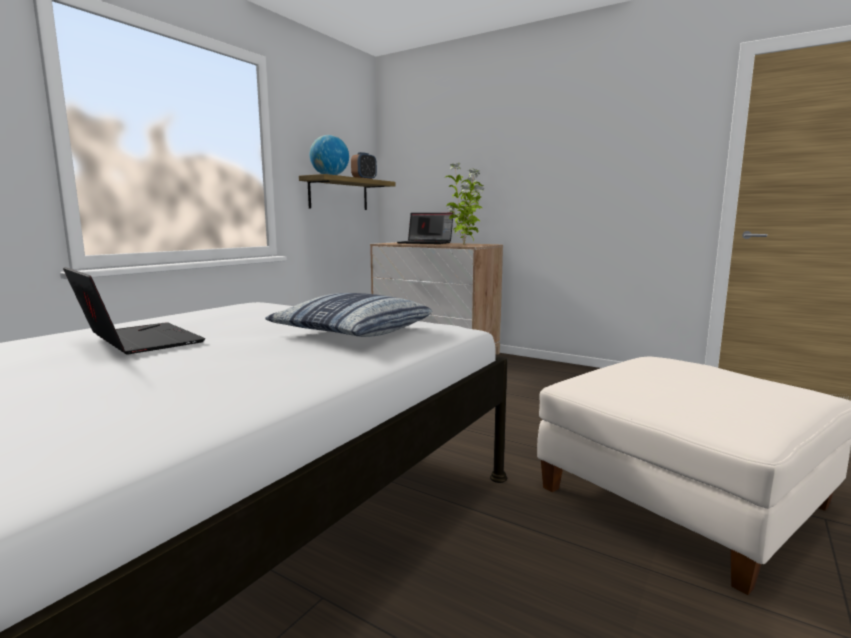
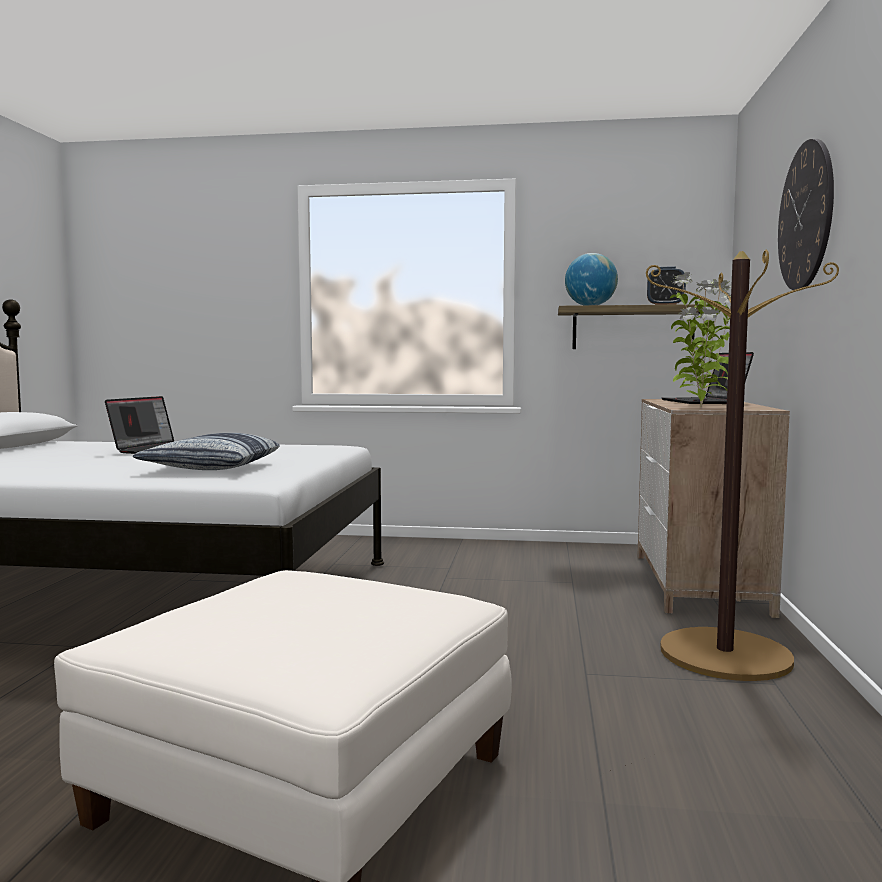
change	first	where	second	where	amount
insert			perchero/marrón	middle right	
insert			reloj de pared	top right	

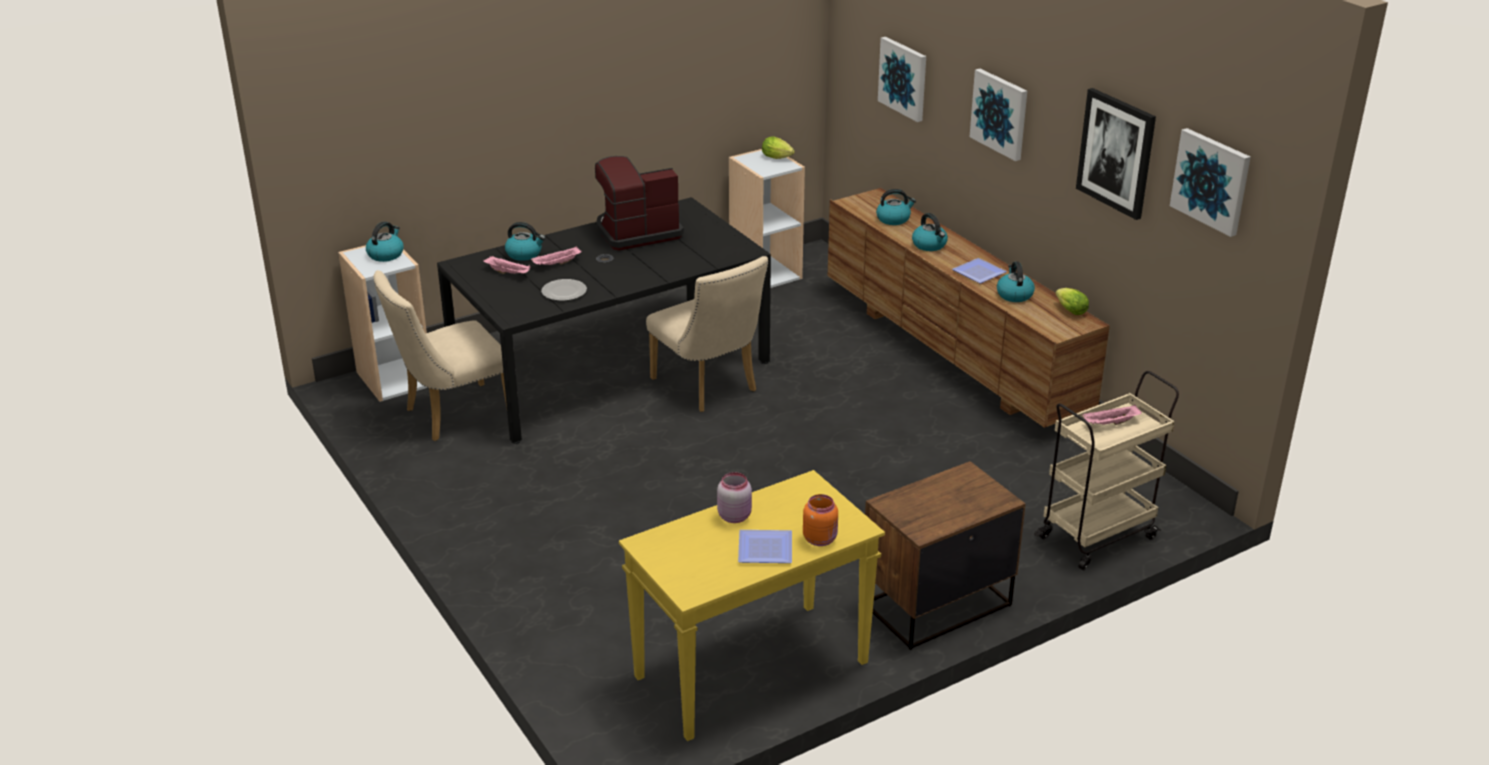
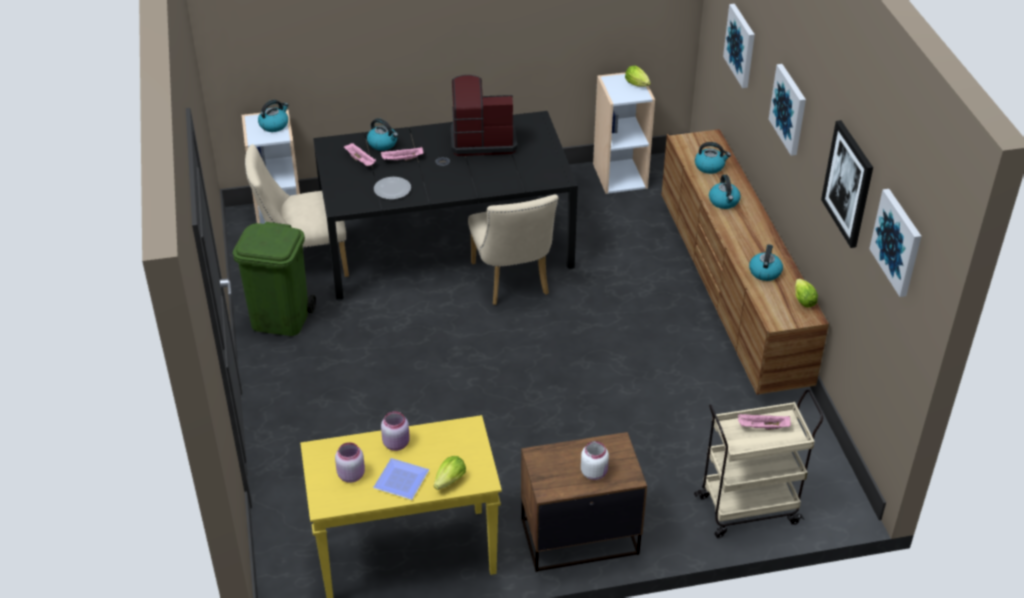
change	first	where	second	where	amount
replace	tarro/naranja	bottom centre	lechuga (1st from left)	bottom centre	
delete	plato (3rd from left)	centre			
insert			papelera/verde	middle left	
insert			tarro/rosa (1st from left)	bottom centre	
insert			tarro/blanco	bottom centre	

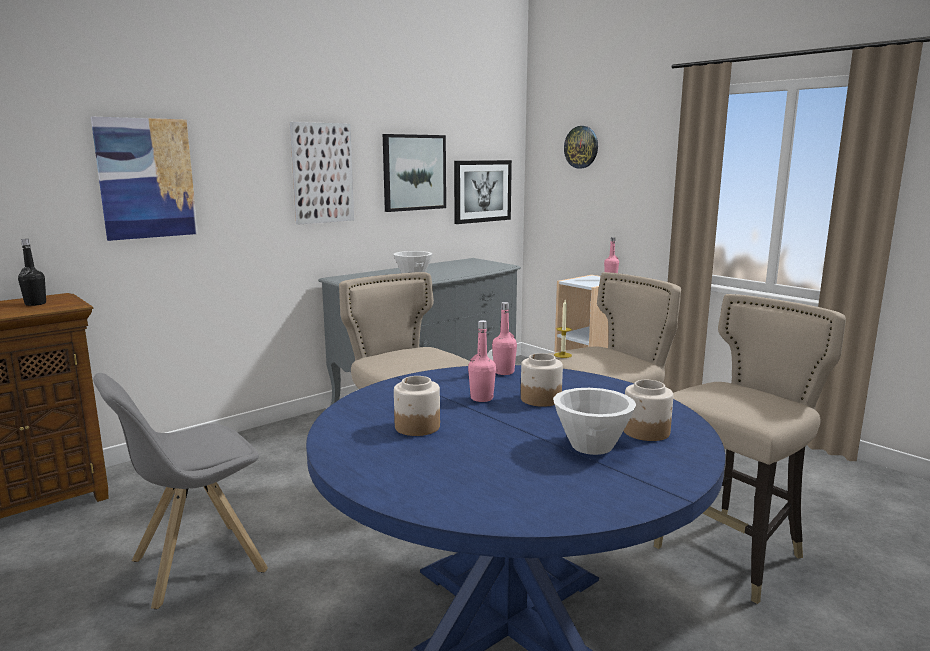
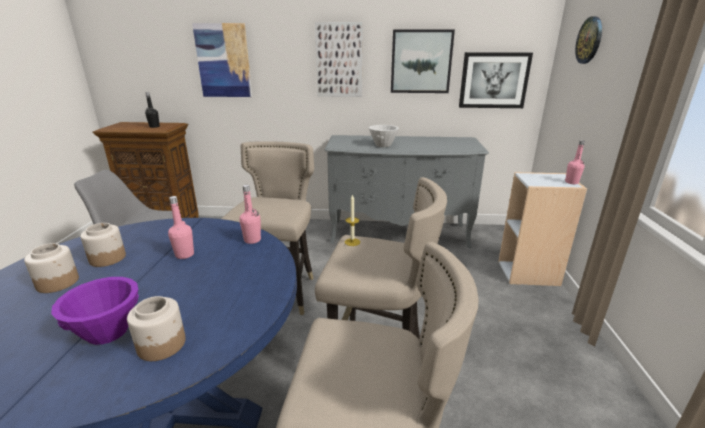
change	first	where	second	where	amount
move	tarro (2nd from left in the first image)	centre	tarro (1st from left)	middle left	
recolor	cuenco/blanco (2nd from left)	centre	cuenco/morado	bottom left	

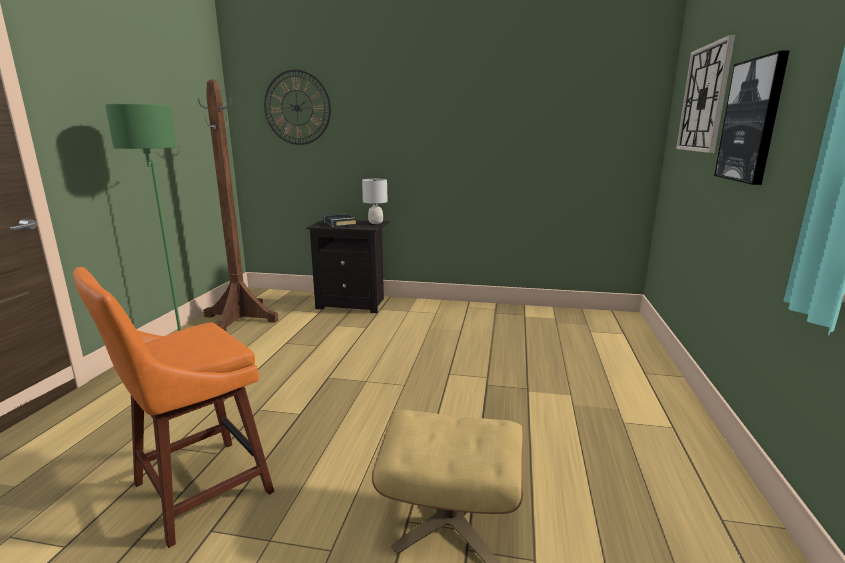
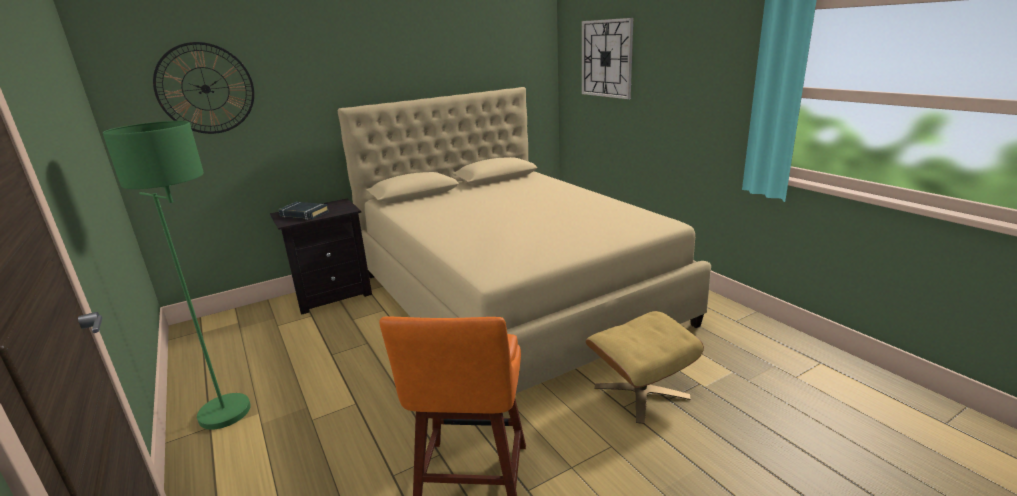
change	first	where	second	where	amount
delete	perchero/marrón	middle left			
delete	lámpara de mesa/gris	centre			
delete	cuadro	top right			
insert			cama/beis	centre	

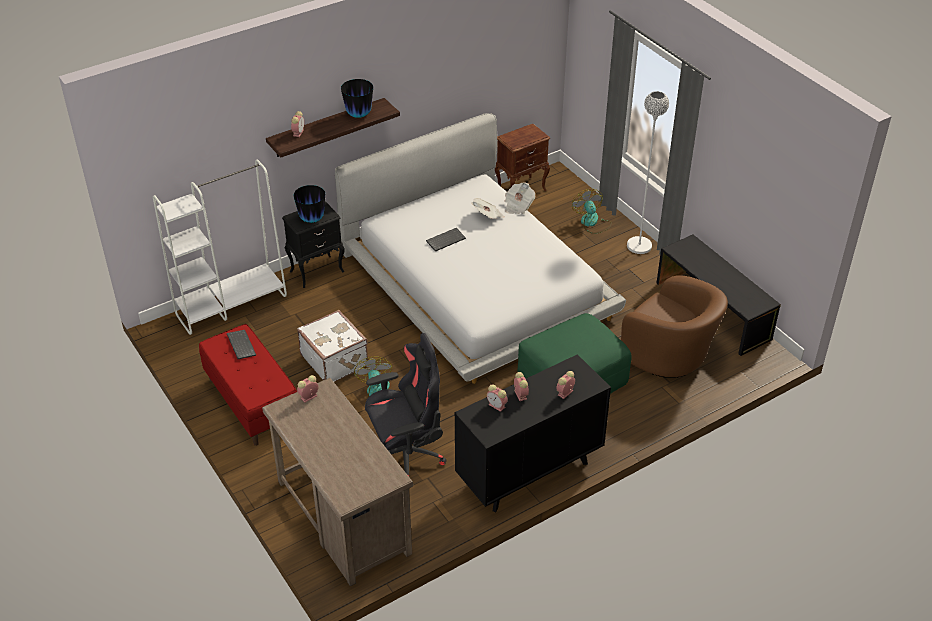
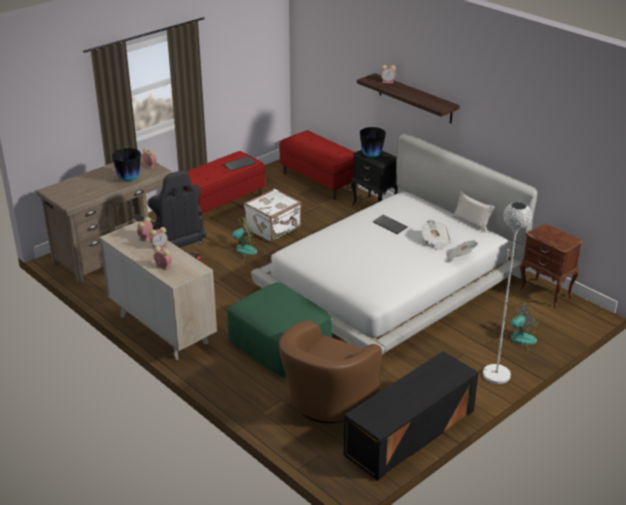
change	first	where	second	where	amount
replace	perchero/blanco	middle left	banco/rojo (2nd from left)	top centre	
move	florero (2nd from left in the first image)	top centre	florero (1st from left)	top left	
recolor	cómoda/negro	bottom centre	cómoda/blanco	middle left	
insert			cojín/blanco	middle right	

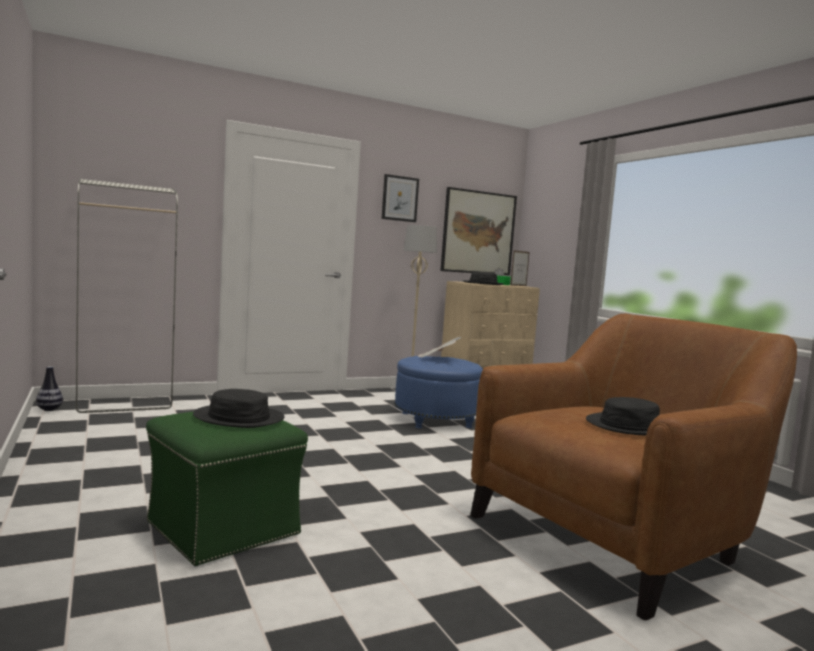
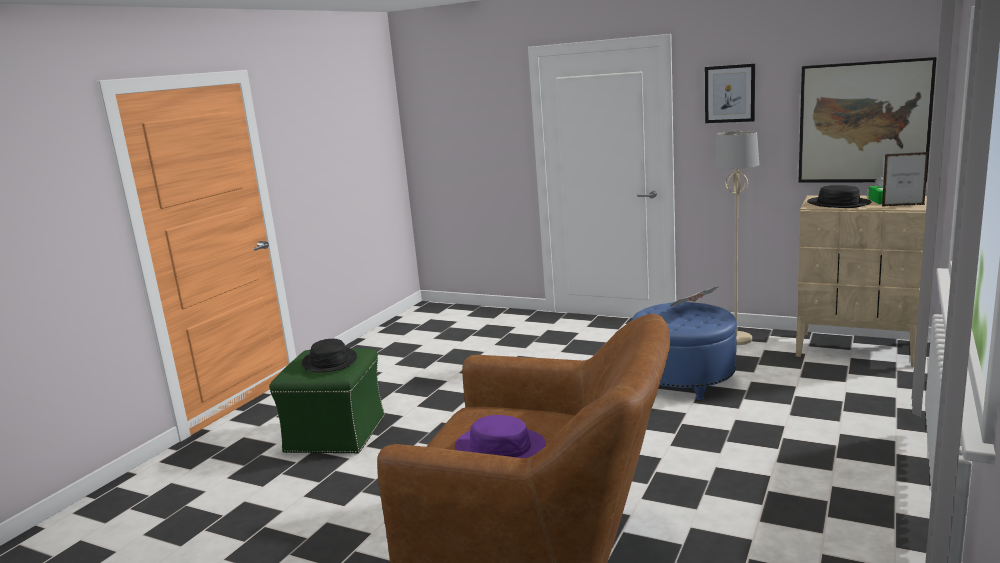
change	first	where	second	where	amount
delete	florero	middle left			
delete	perchero/gris	middle left			
recolor	sombrero/negro (3rd from left)	middle right	sombrero/morado	bottom centre	

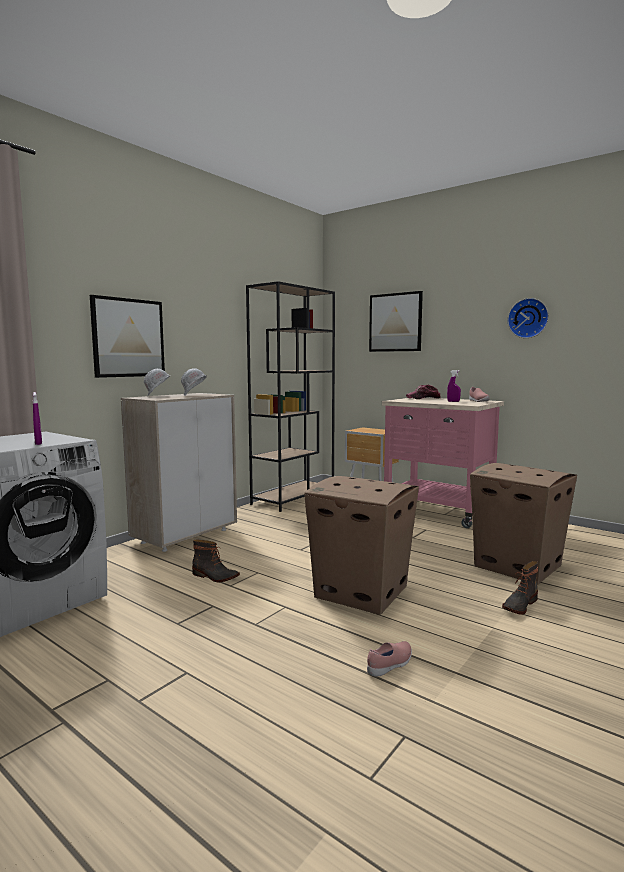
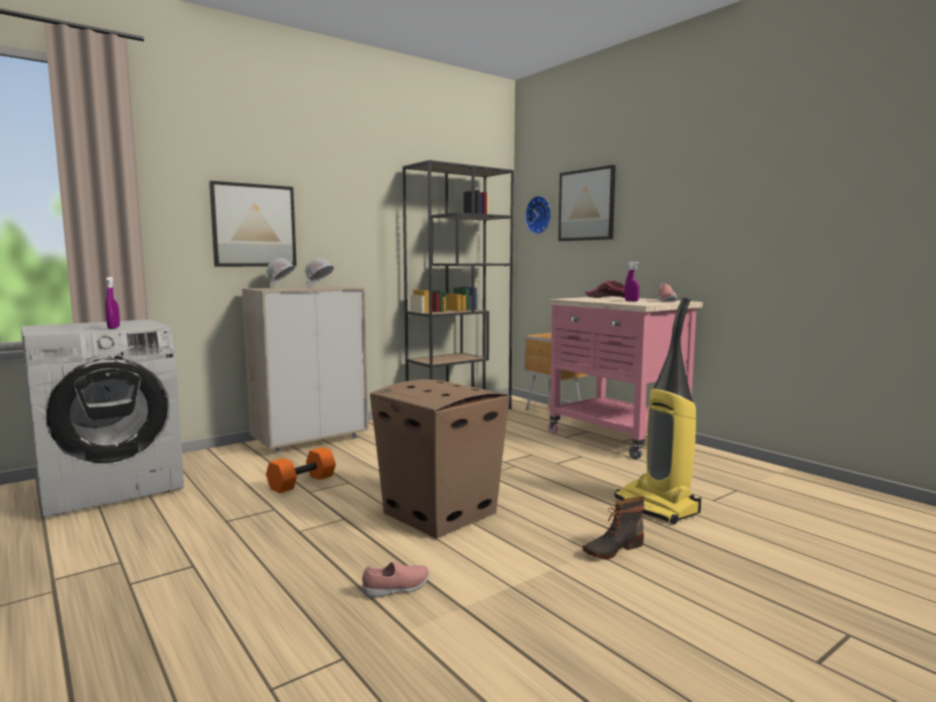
change	first	where	second	where	amount
replace	bota (1st from left)	centre	mancuerna/naranja	bottom left	
replace	caja de cartón (2nd from left)	middle right	aspiradora	middle right	
move	reloj de pared	middle right		top centre	

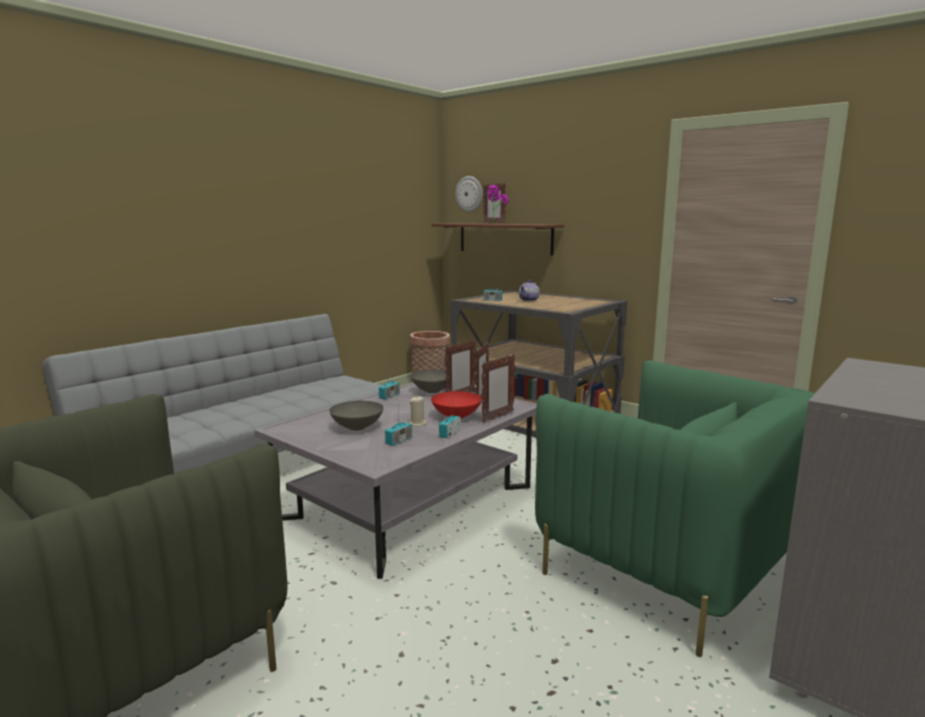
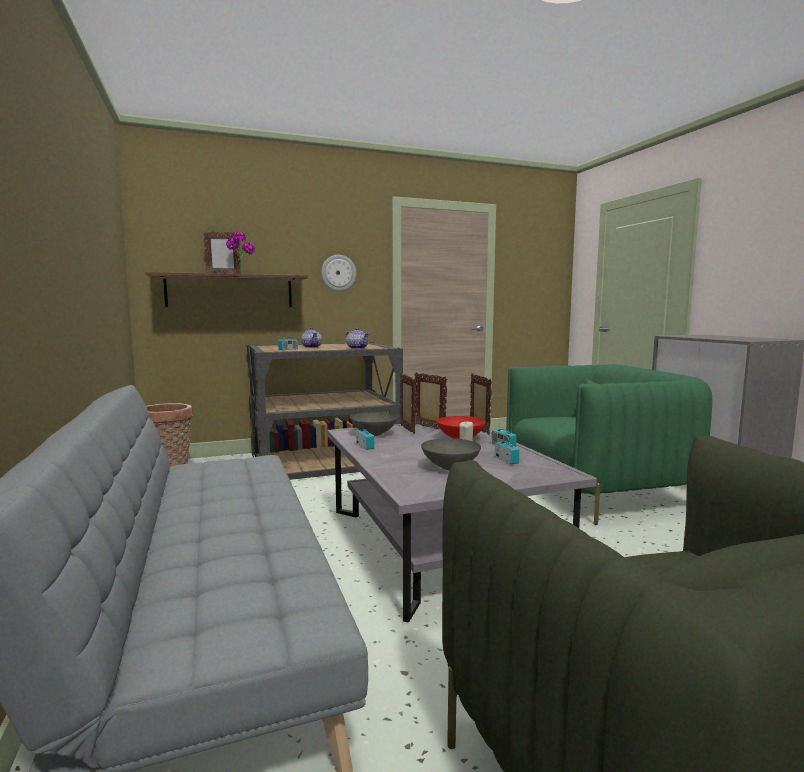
change	first	where	second	where	amount
move	reloj de pared	top centre		centre	
insert			tetera (2nd from left)	centre	

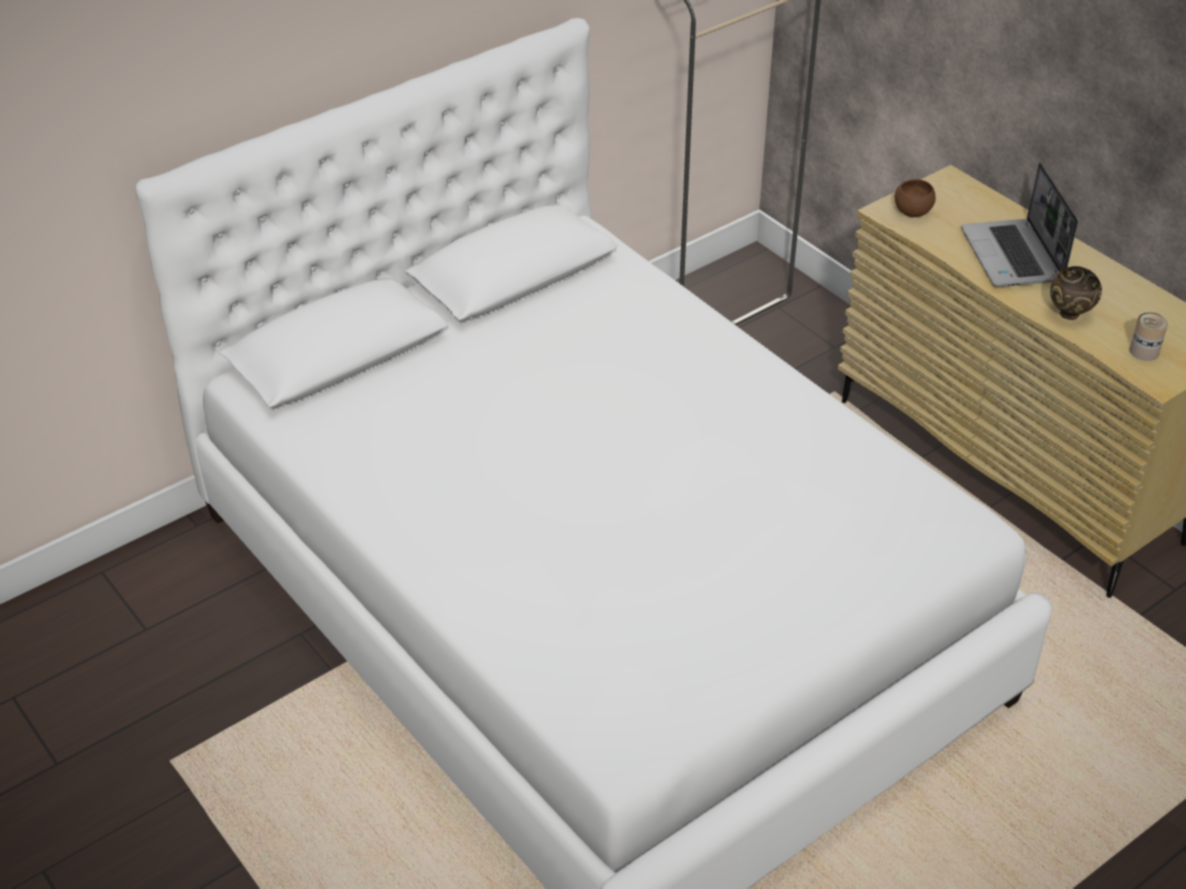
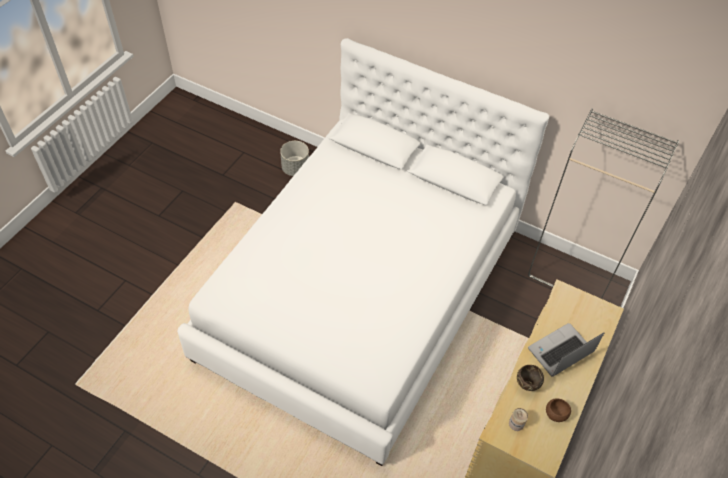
change	first	where	second	where	amount
move	cuenco/marrón (1st from left in the first image)	top right	cuenco/marrón (2nd from left)	bottom right	
insert			maceta/gris	top centre	

